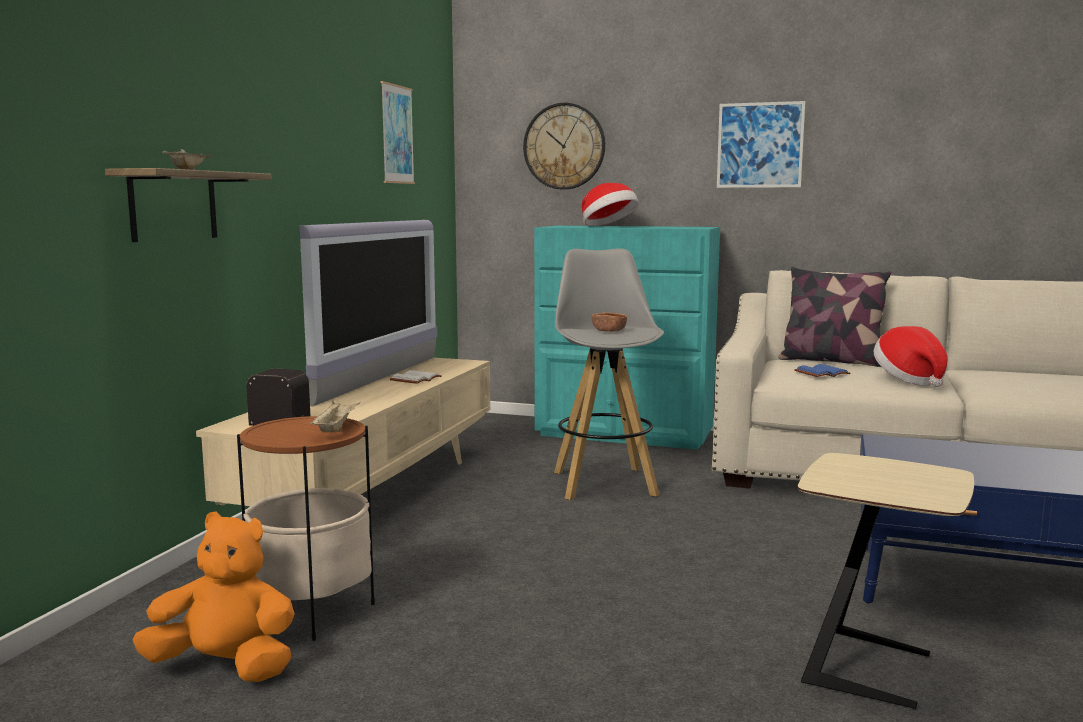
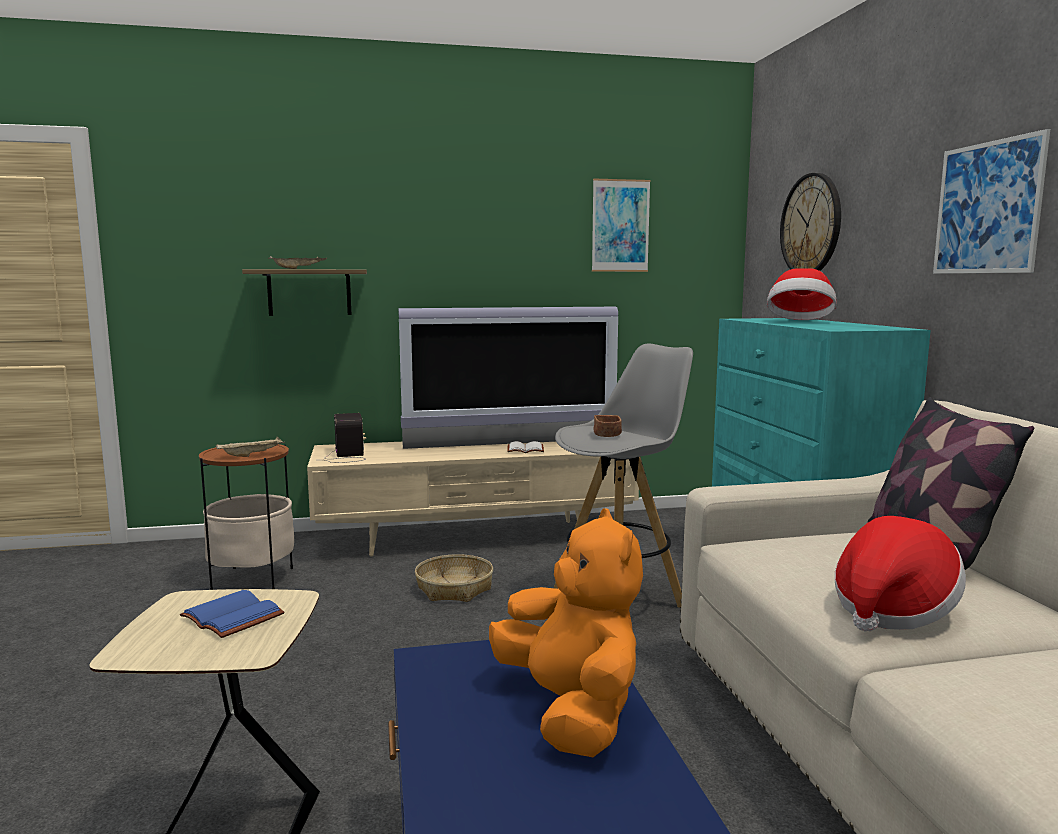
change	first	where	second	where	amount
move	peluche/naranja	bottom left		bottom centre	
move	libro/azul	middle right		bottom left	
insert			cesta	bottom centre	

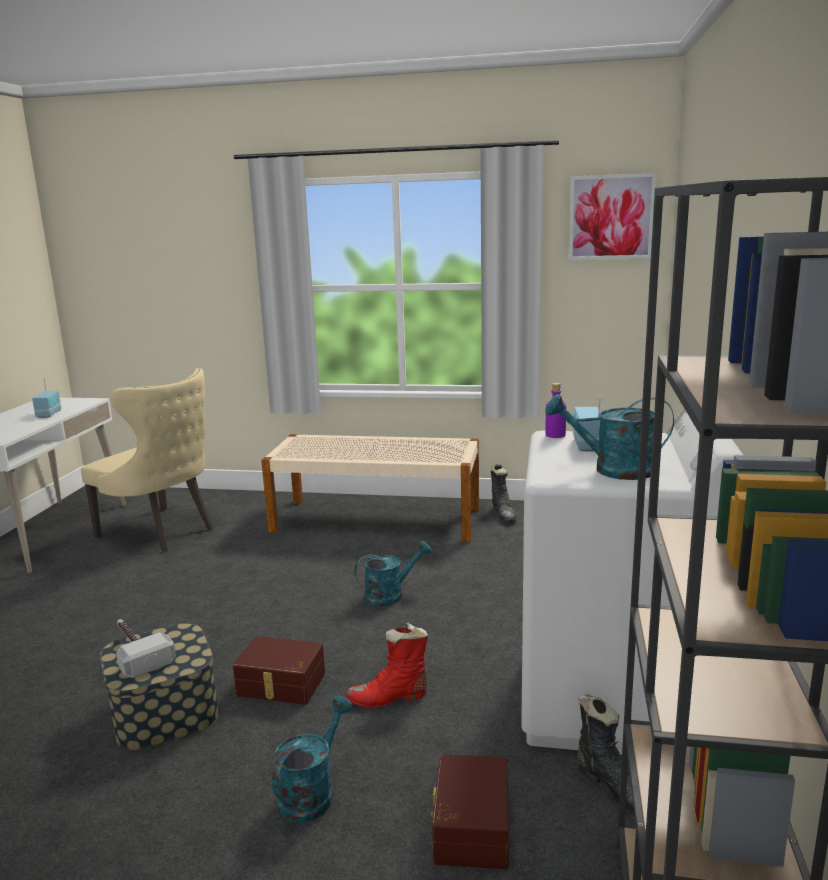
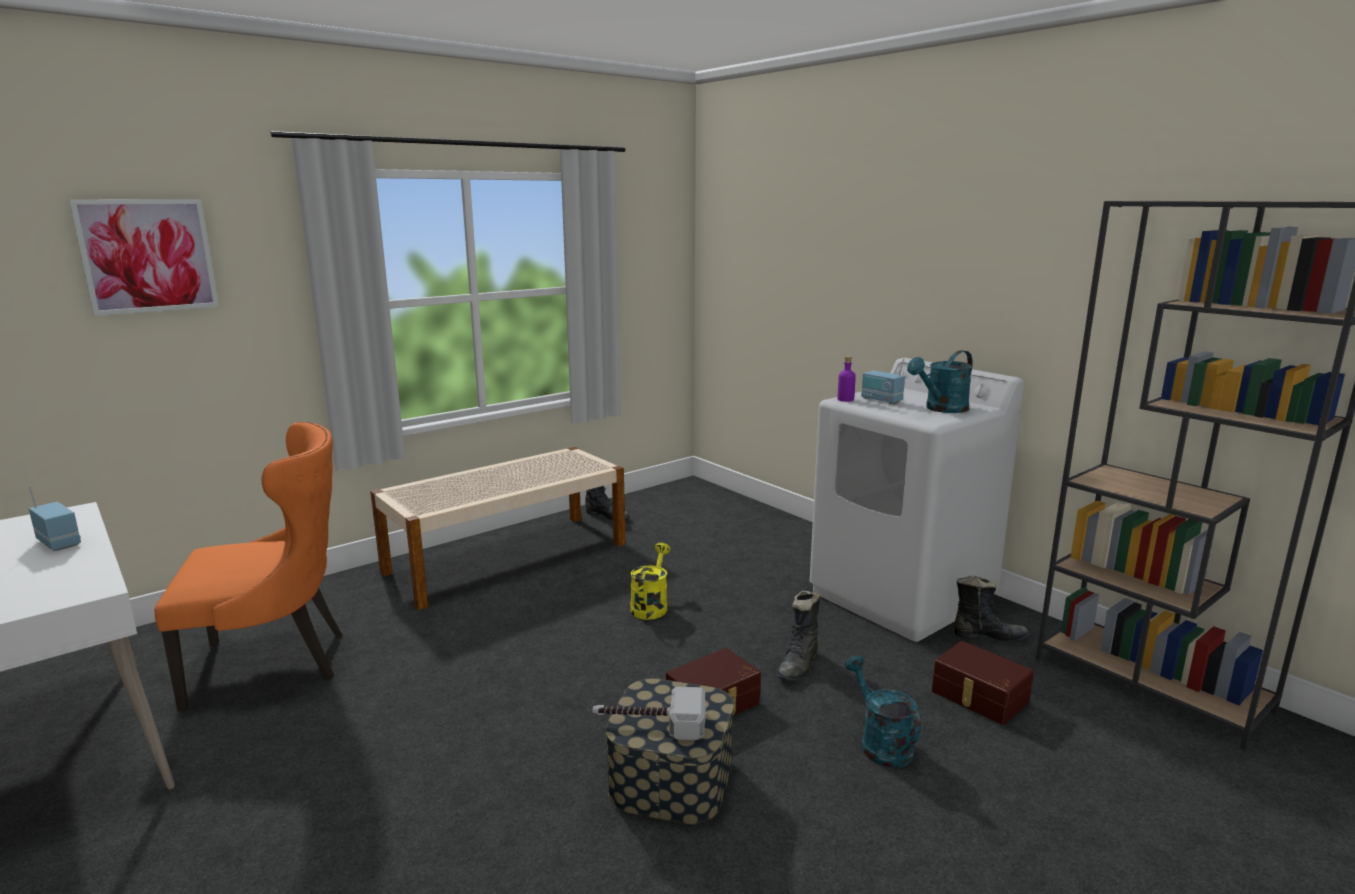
change	first	where	second	where	amount
recolor	silla/beis	middle left	silla/naranja	middle left	
recolor	bota/rojo	bottom centre	bota/negro (2nd from left)	bottom centre	
recolor	regadera/turquesa (2nd from left)	centre	regadera/amarillo	centre	
move	cuadro	top right		top left	

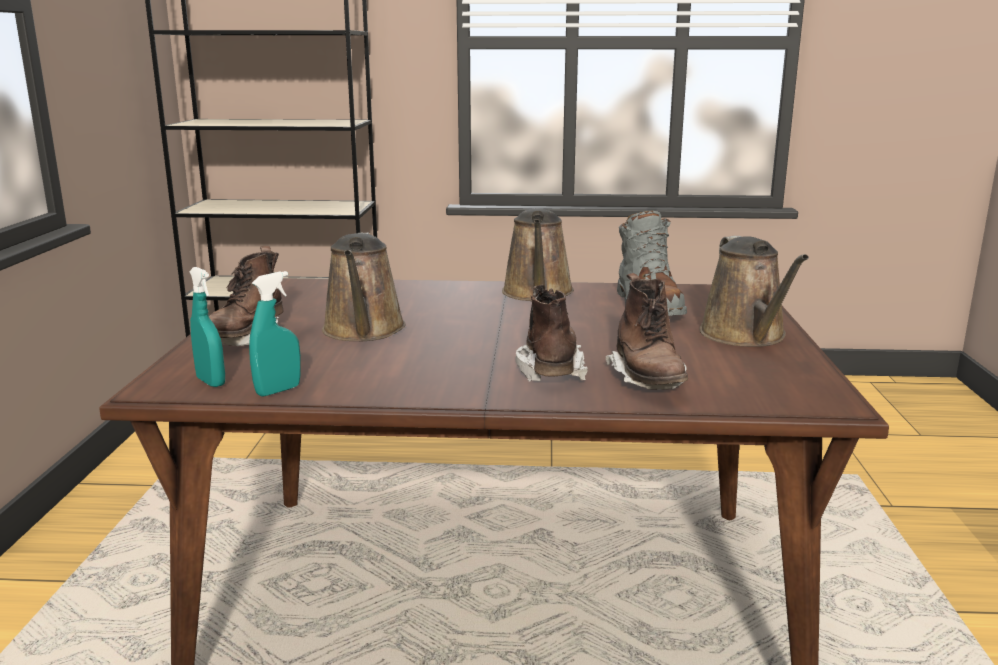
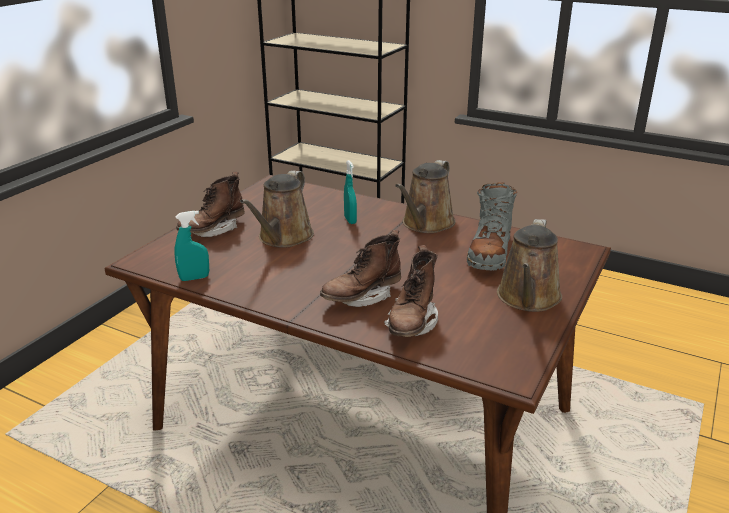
change	first	where	second	where	amount
move	pulverizador/turquesa (1st from left in the first image)	middle left	pulverizador/turquesa (2nd from left)	centre	
rotate	bota/marrón (2nd from left)	centre		centre	150 degrees counterclockwise

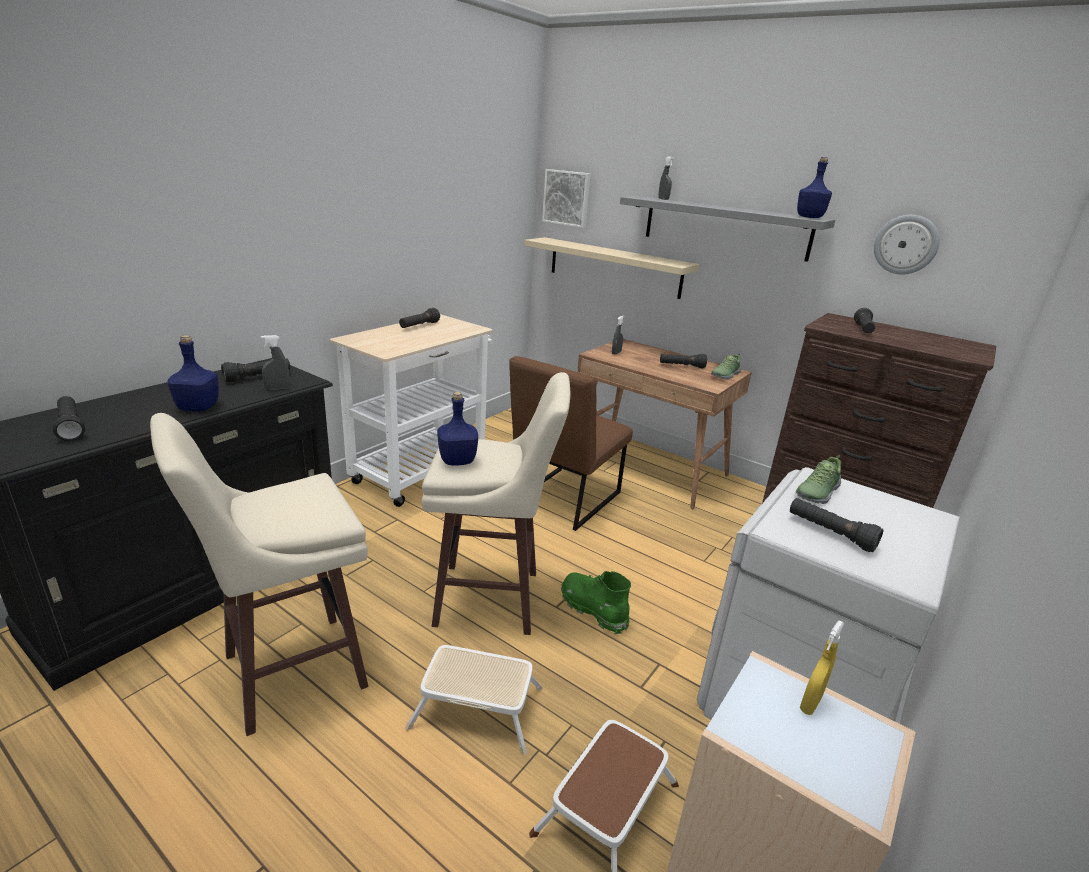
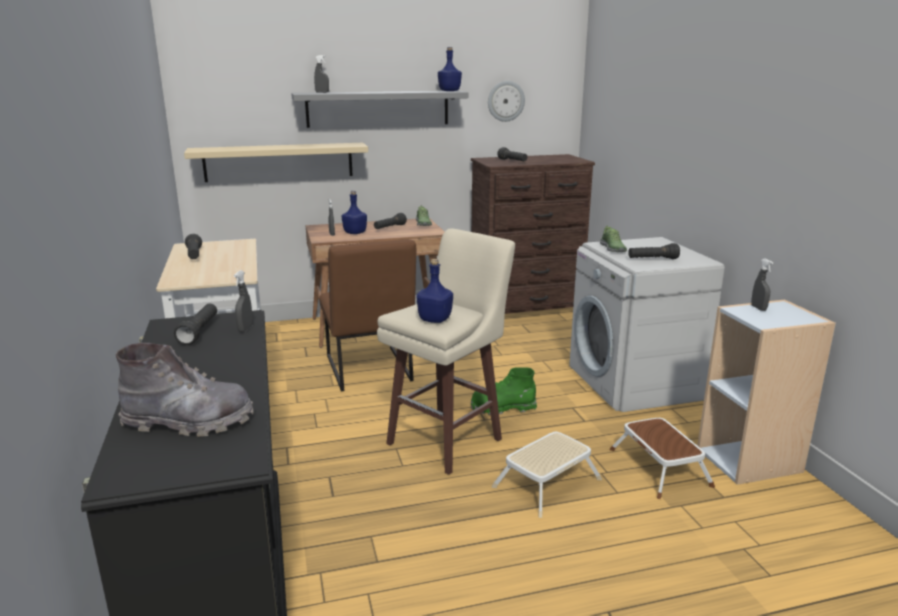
change	first	where	second	where	amount
replace	linterna/negro (1st from left)	middle left	bota/gris	middle left	
delete	taburete/beis (1st from left)	middle left			
move	botella/azul (1st from left)	middle left		centre	
delete	cuadro	top centre			
recolor	pulverizador/amarillo	bottom right	pulverizador/gris (4th from left)	middle right	

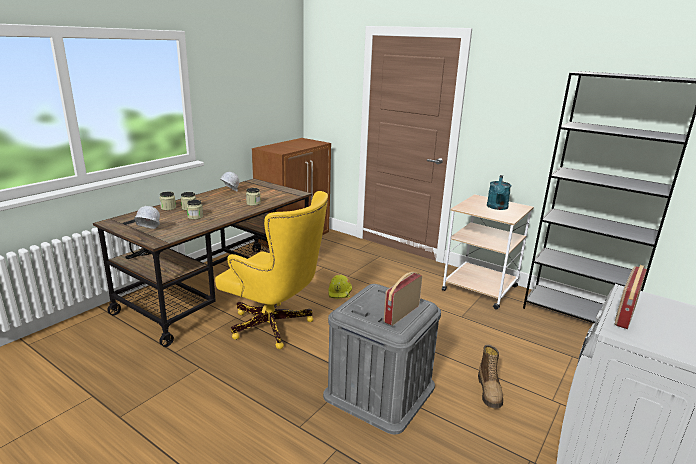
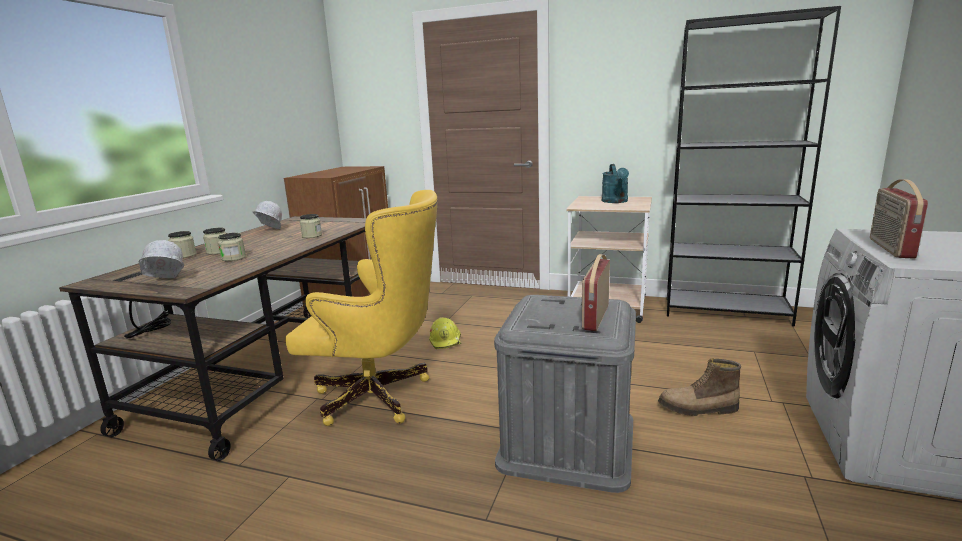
change	first	where	second	where	amount
rotate	bota	bottom right		bottom right	105 degrees clockwise

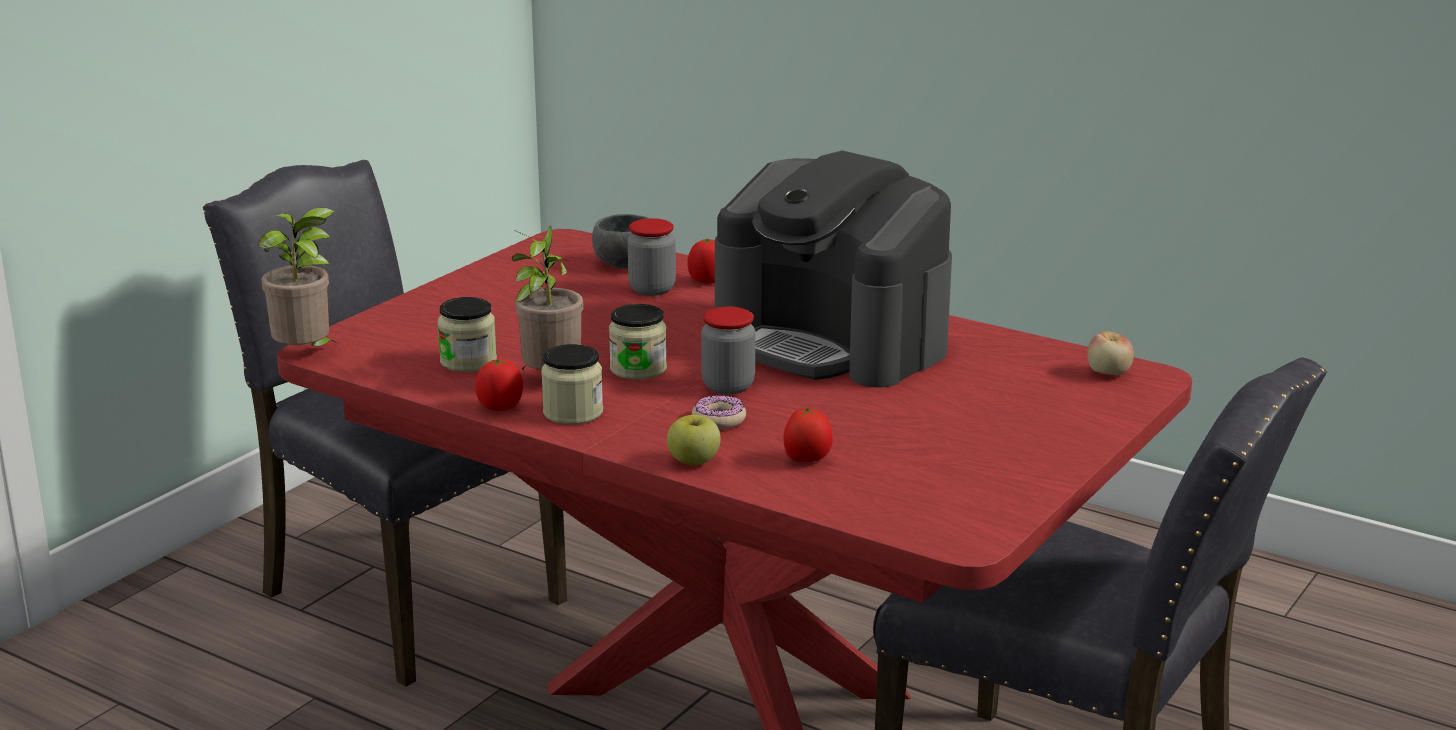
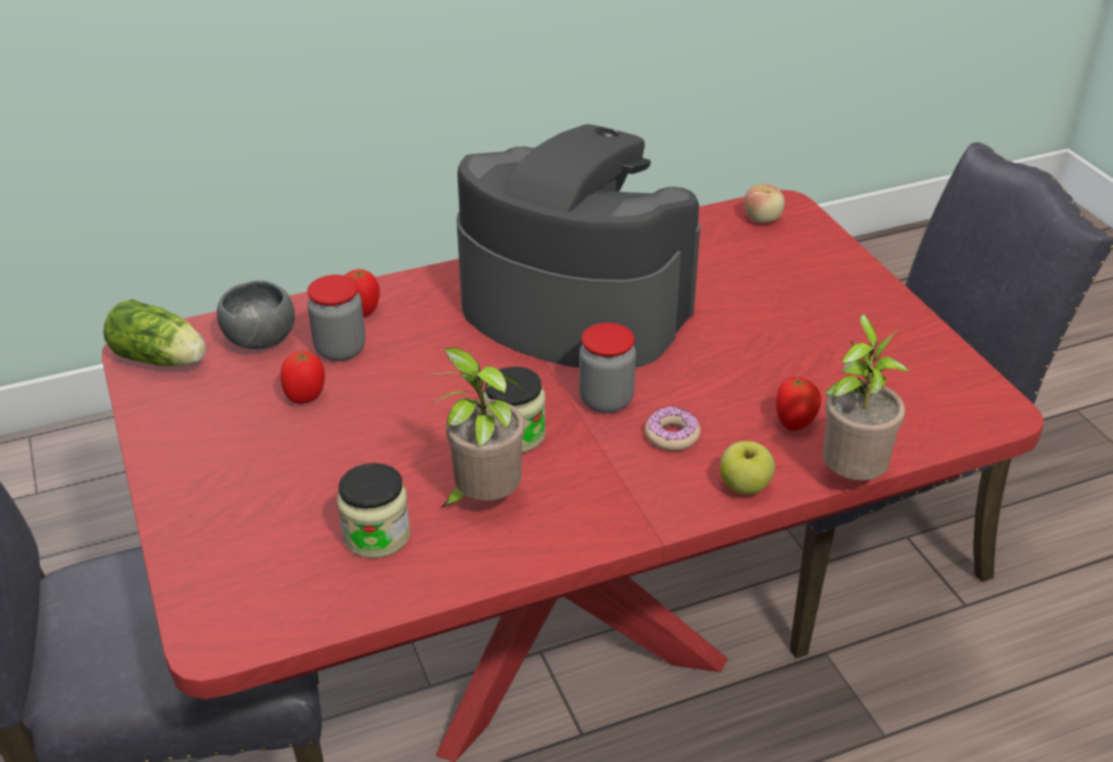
change	first	where	second	where	amount
move	planta en maceta (1st from left in the first image)	middle left	planta en maceta (2nd from left)	middle right	
move	tomate (1st from left)	centre		middle left	
delete	tarro (2nd from left)	centre			
rotate	cafetera	centre		top centre	135 degrees counterclockwise
insert			lechuga	middle left	

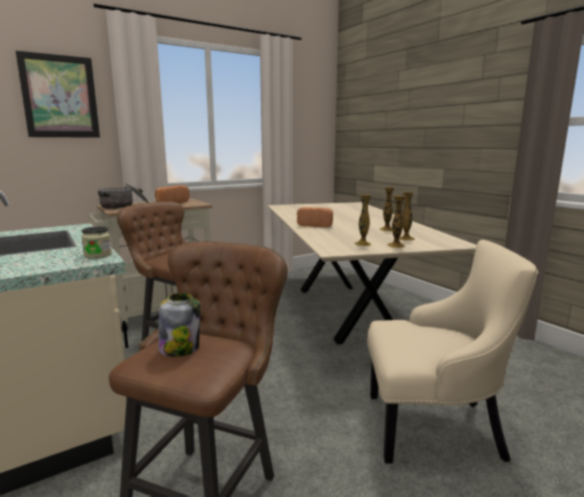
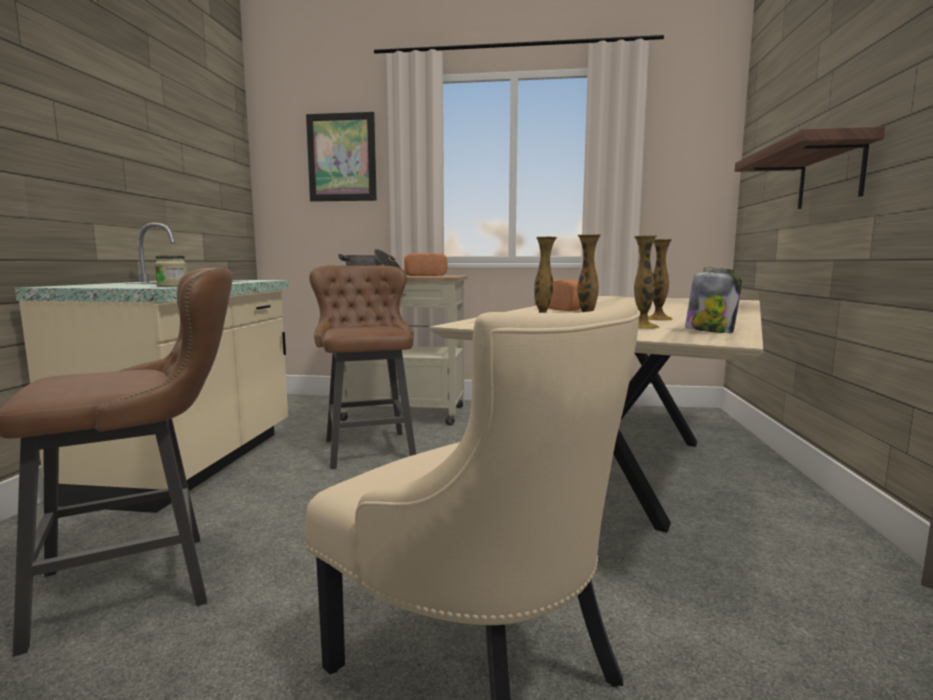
change	first	where	second	where	amount
move	tarro (2nd from left)	middle left		middle right	
insert			estante	top right	

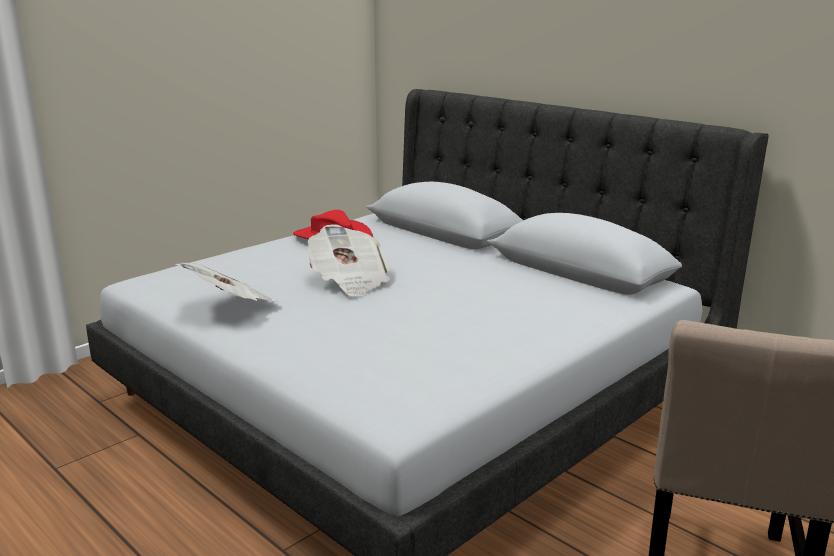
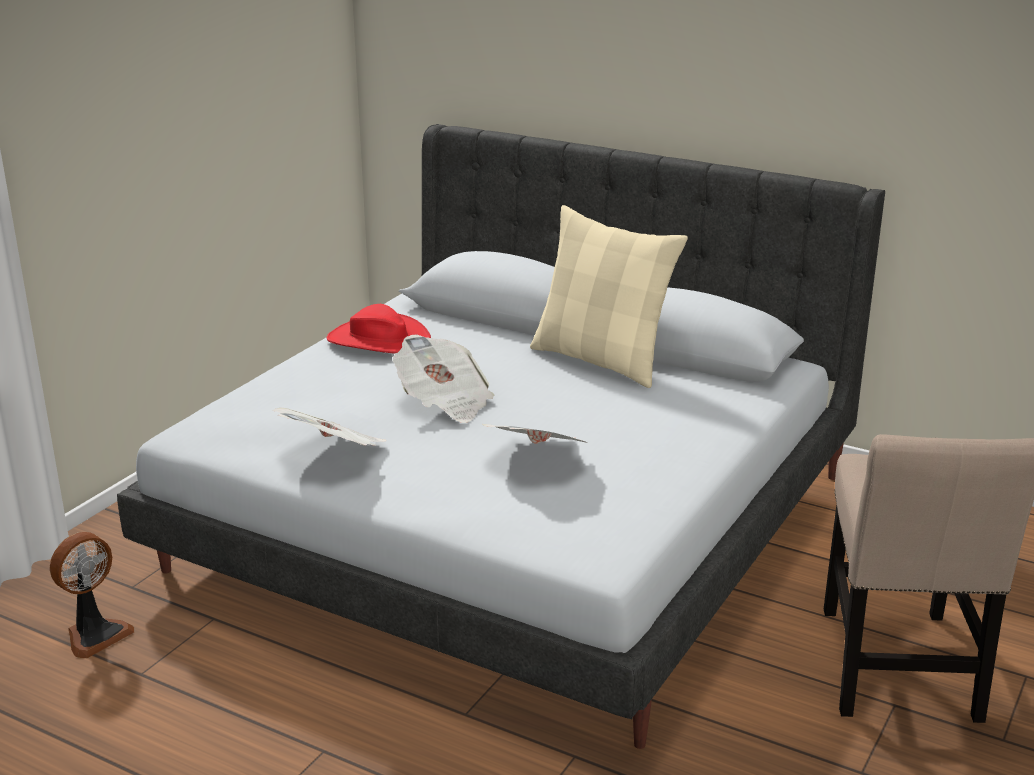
change	first	where	second	where	amount
insert			ventilador	bottom left	
insert			periódico (3rd from left)	centre	
insert			cojín/beis	centre	

